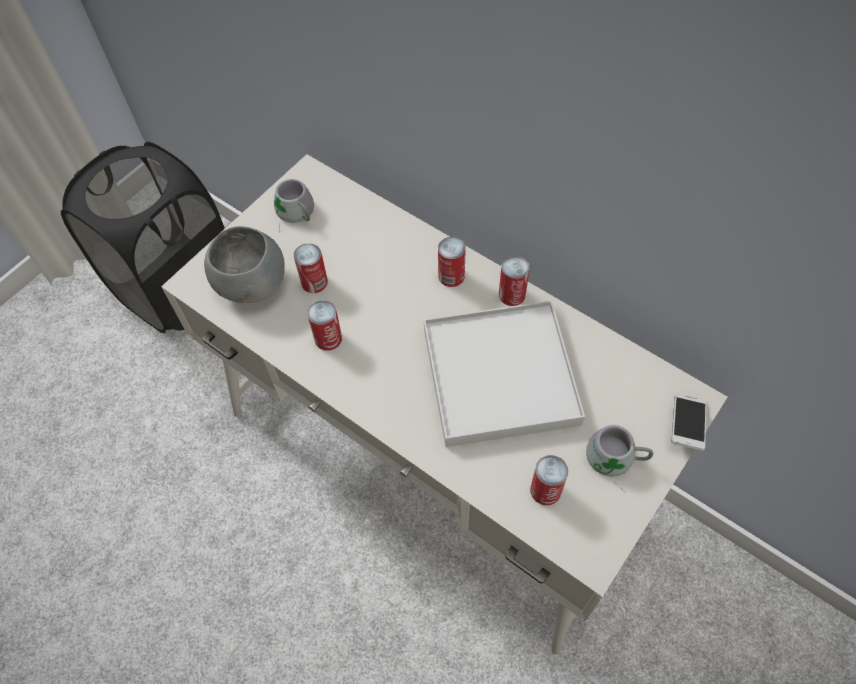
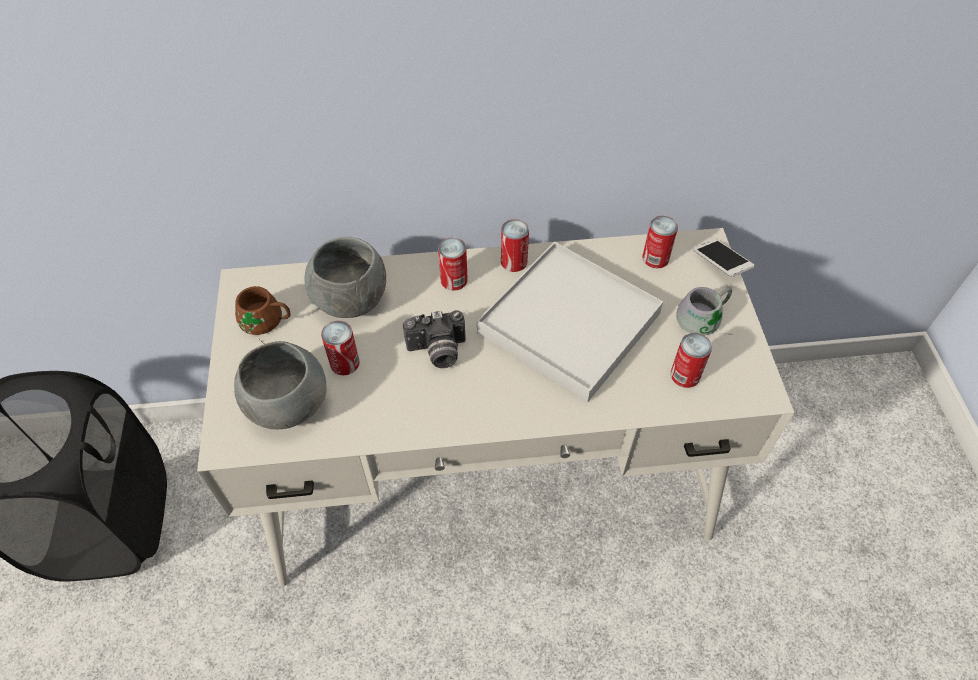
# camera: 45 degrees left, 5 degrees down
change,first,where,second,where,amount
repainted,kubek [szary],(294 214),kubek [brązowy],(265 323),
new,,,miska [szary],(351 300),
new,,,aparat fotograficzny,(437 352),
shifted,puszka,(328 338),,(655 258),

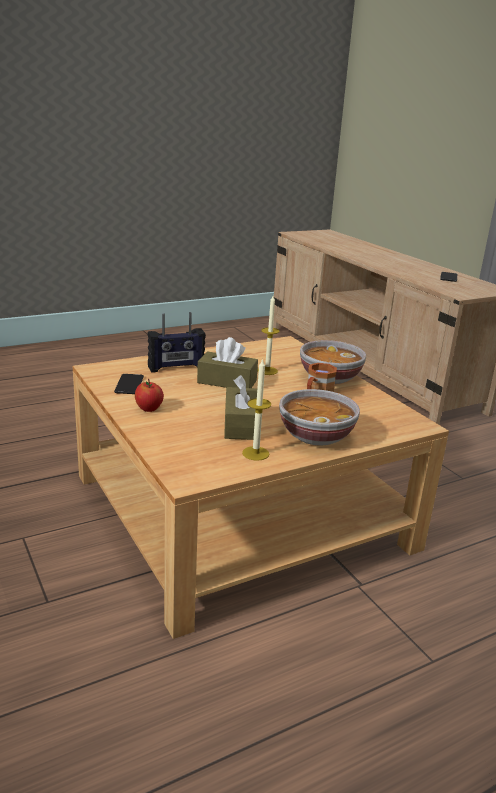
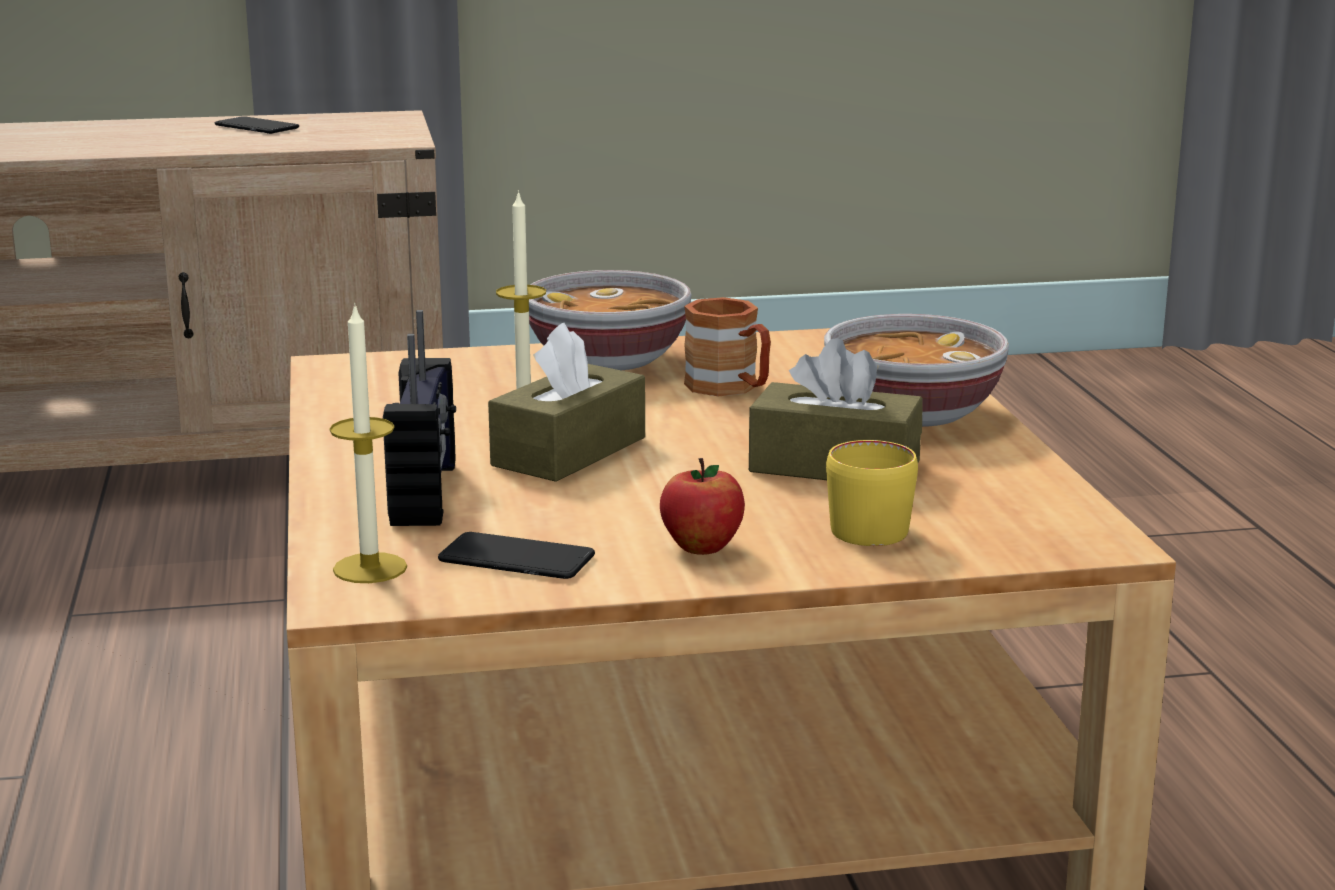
# camera: 70 degrees left, 5 degrees down
change,first,where,second,where,amount
shifted,świeca,(255 453),,(370 568),
new,,,kubek [żółty],(867 524),

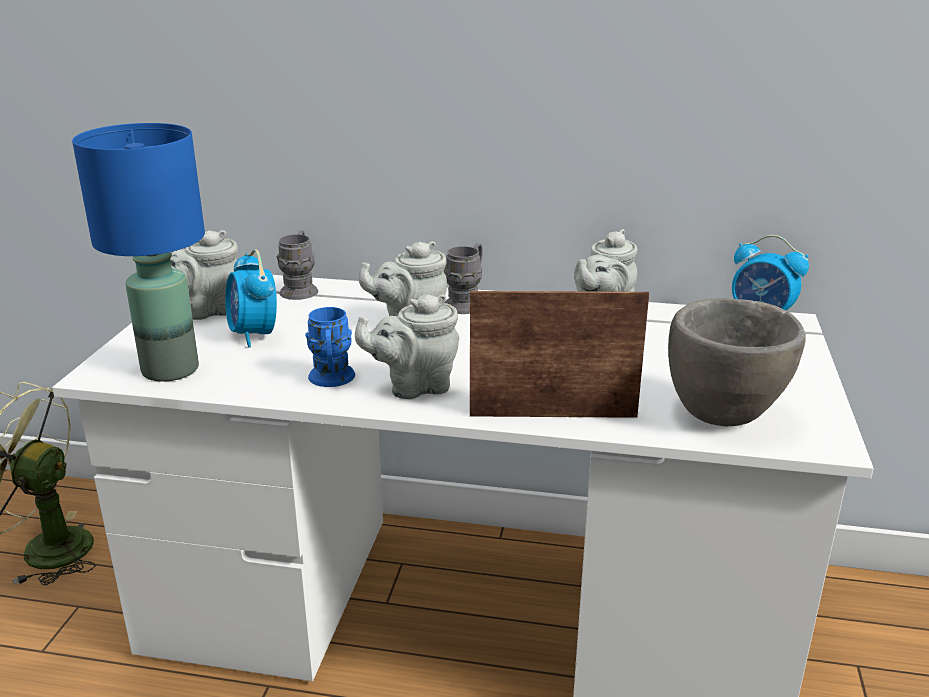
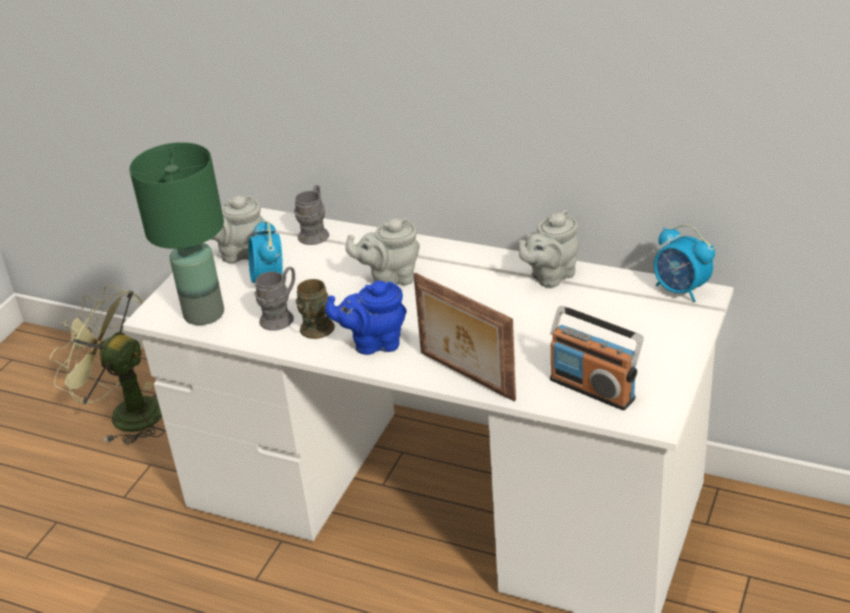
# camera: 15 degrees right, 10 degrees up
change,first,where,second,where,amount
repainted,lampa stołowa [niebieski],(171 369),lampa stołowa [zielony],(205 313),
shifted,kubek [szary],(467 303),,(281 316),
repainted,kubek [niebieski],(332 380),kubek [brązowy],(316 332),
repainted,imbryk [szary],(414 387),imbryk [niebieski],(374 343),
rotated,ramka na zdjęcie,(553 414),,(465 377),150 degrees counterclockwise
swapped,miska [szary],(724 415),radio,(592 388),

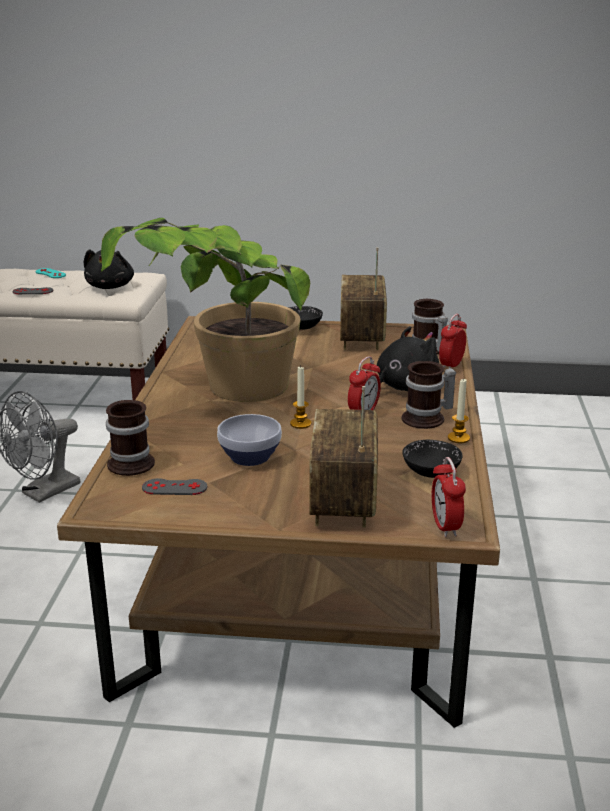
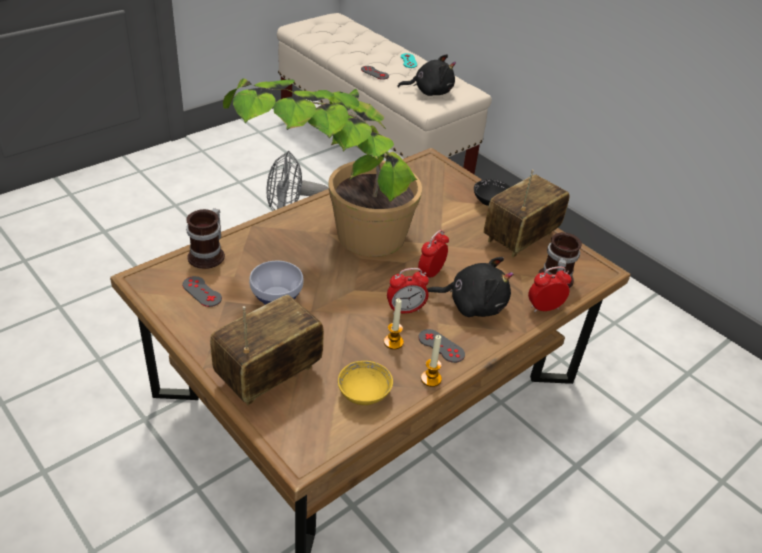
# camera: 40 degrees right, 15 degrees up
change,first,where,second,where,amount
repainted,miska [czarny],(431 472),miska [żółty],(364 393),
shifted,świeca,(300 424),,(393 342),
rotated,pluszak [czarny],(110 286),,(429 92),135 degrees counterclockwise
shifted,budzik,(445 526),,(431 273),
swapped,kubek,(428 419),pad do gier [szary],(441 346),

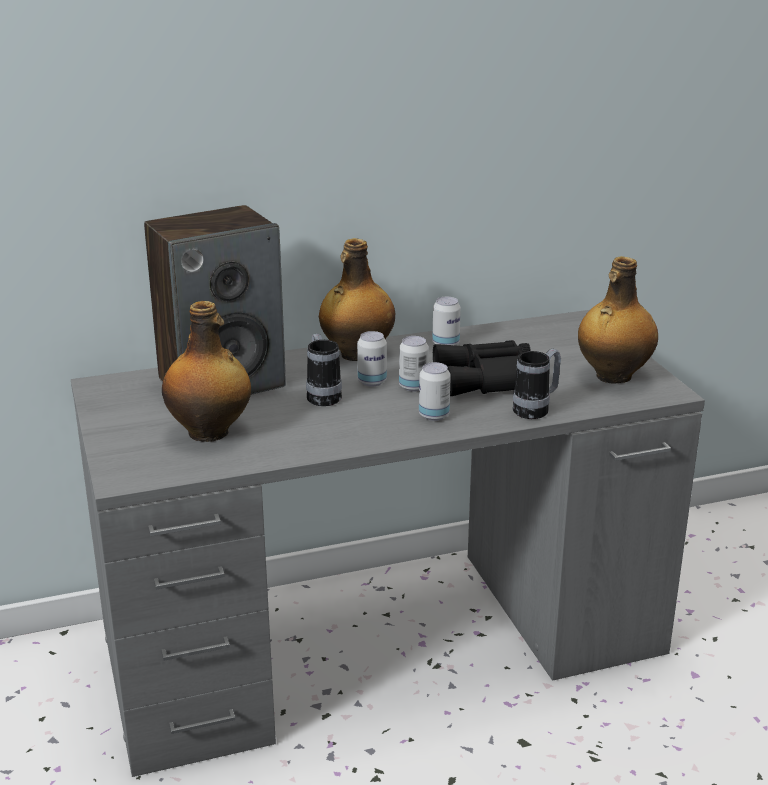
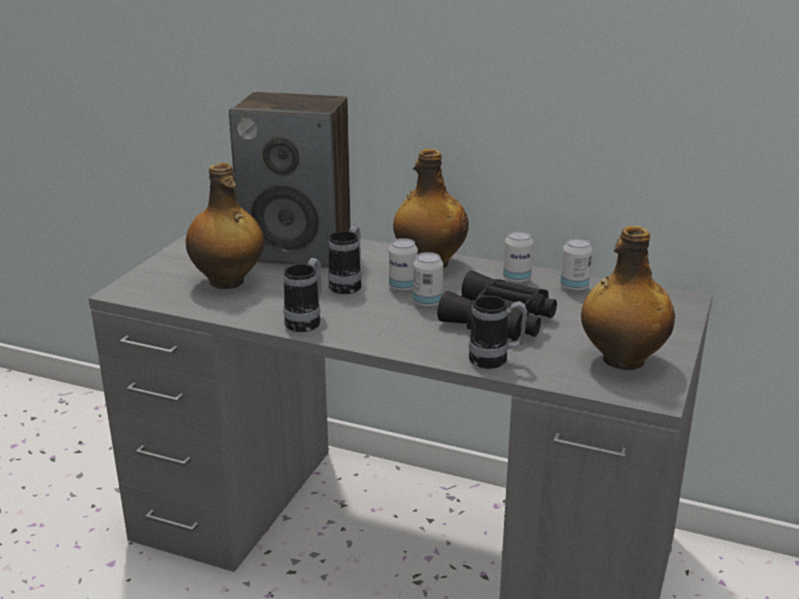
# camera: 40 degrees right, 0 degrees up
change,first,where,second,where,amount
new,,,kubek,(307 321),
shifted,puszka,(434 415),,(574 287),

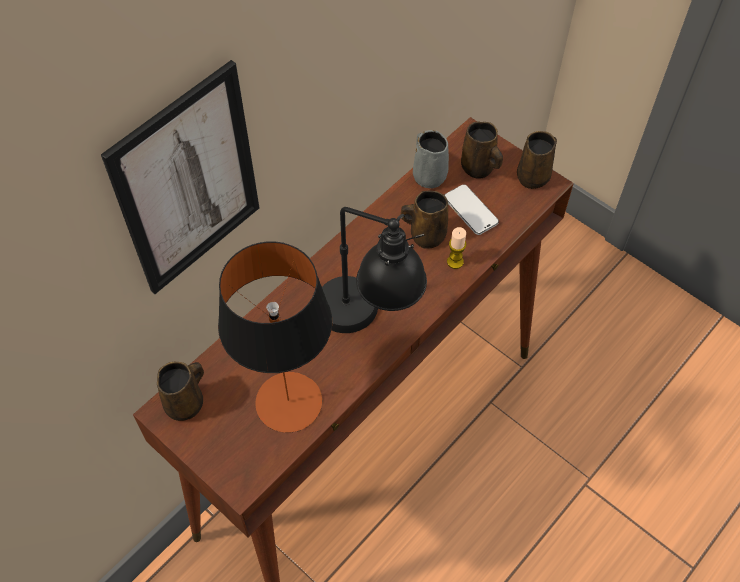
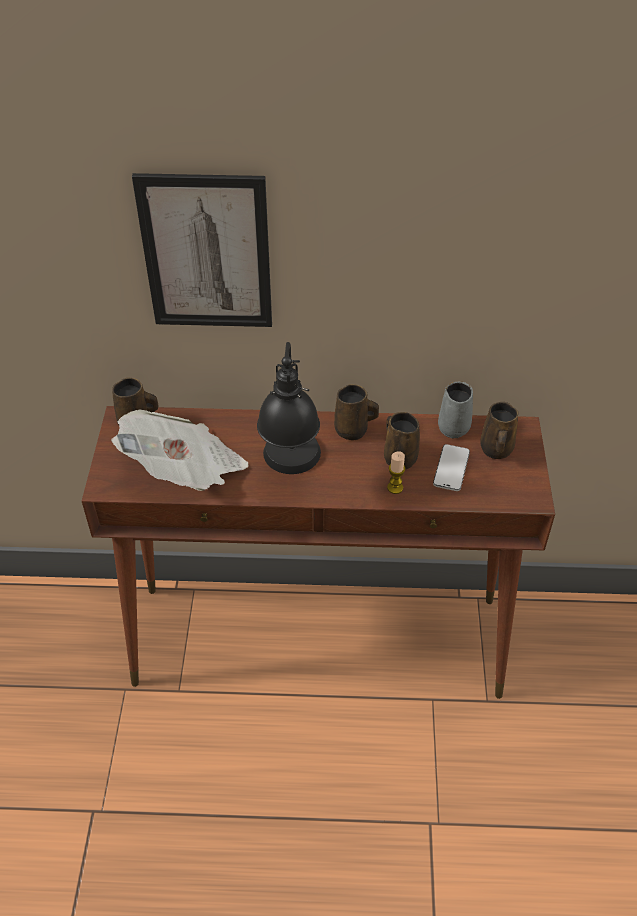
# camera: 50 degrees right, 10 degrees down
change,first,where,second,where,amount
swapped,lampa stołowa,(288 402),gazeta,(185 471),
shifted,kubek [brązowy],(534 176),,(353 431),

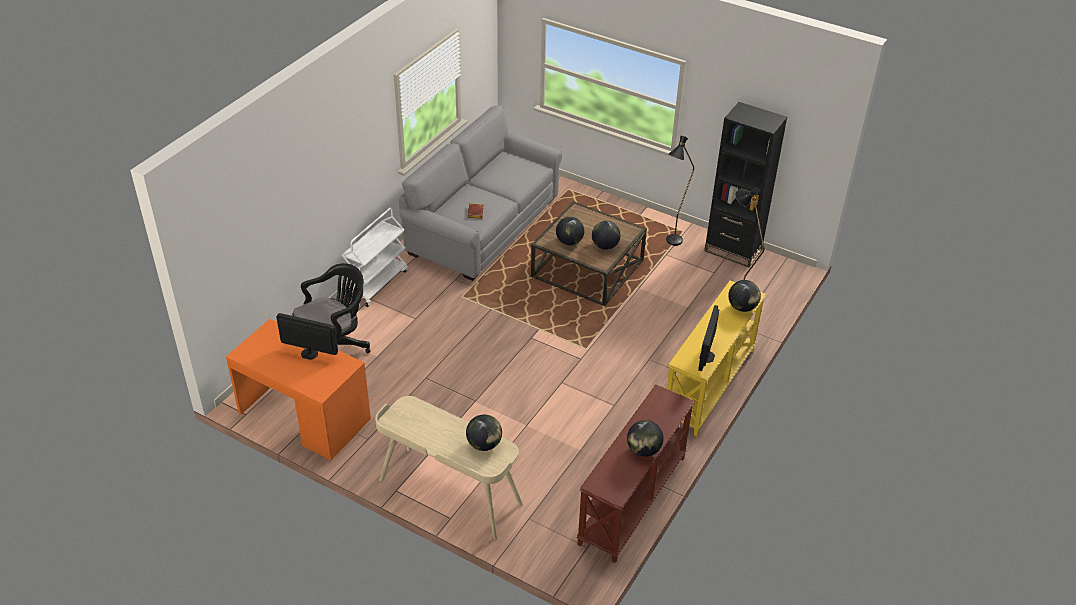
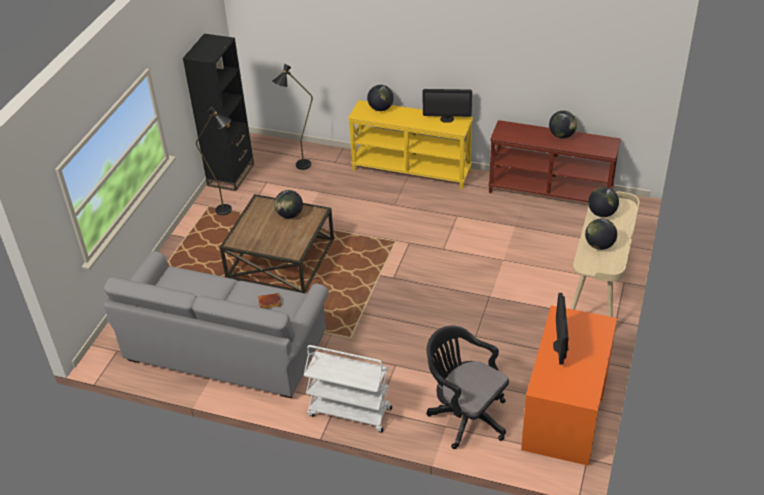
# camera: 100 degrees left, 0 degrees up
change,first,where,second,where,amount
shifted,globus,(569 242),,(599 245),

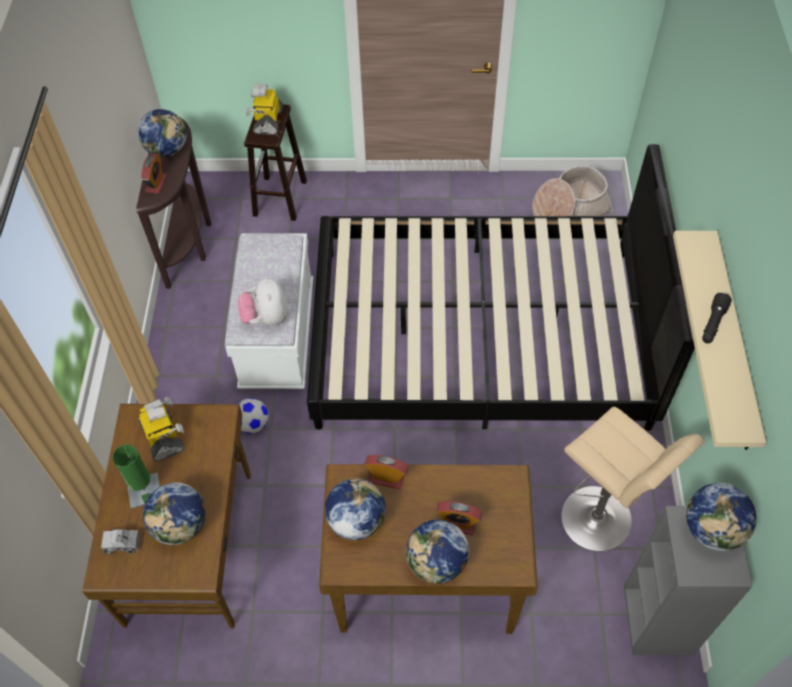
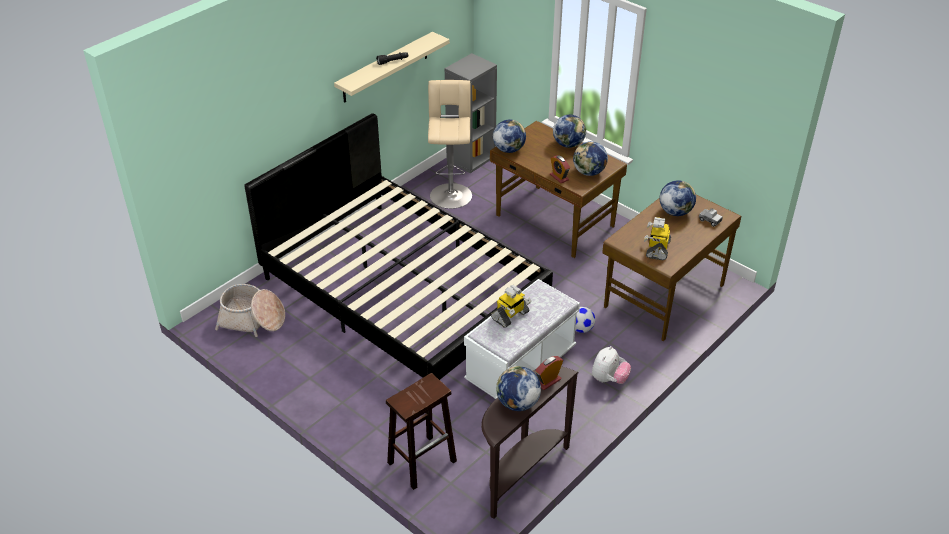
# camera: 140 degrees left, 15 degrees down
change,first,where,second,where,amount
shifted,robot zabawkowy,(268 121),,(510 316),
shifted,globus,(712 530),,(508 149),
shifted,pluszak,(266 318),,(609 379),
gone,lampa stołowa [zielony],(144 490),,,
gone,budzik,(458 524),,,

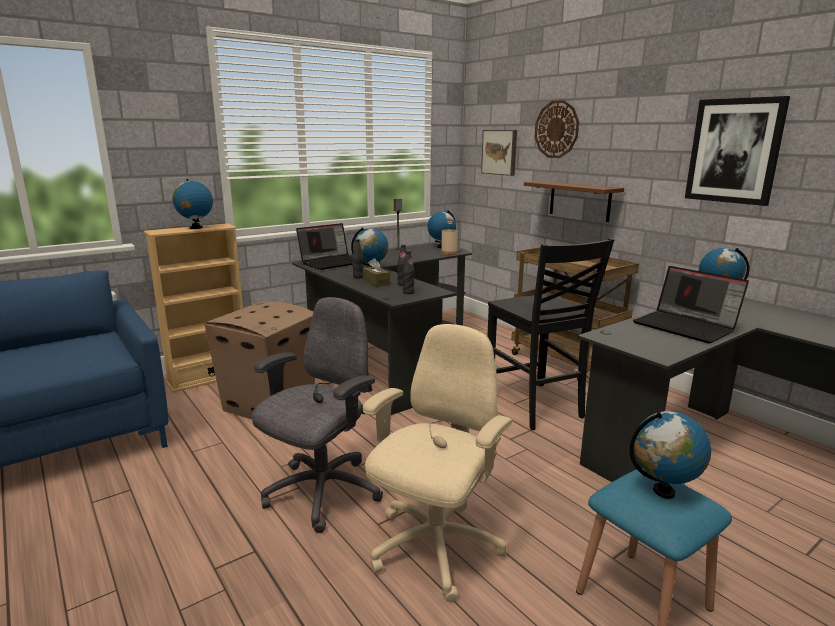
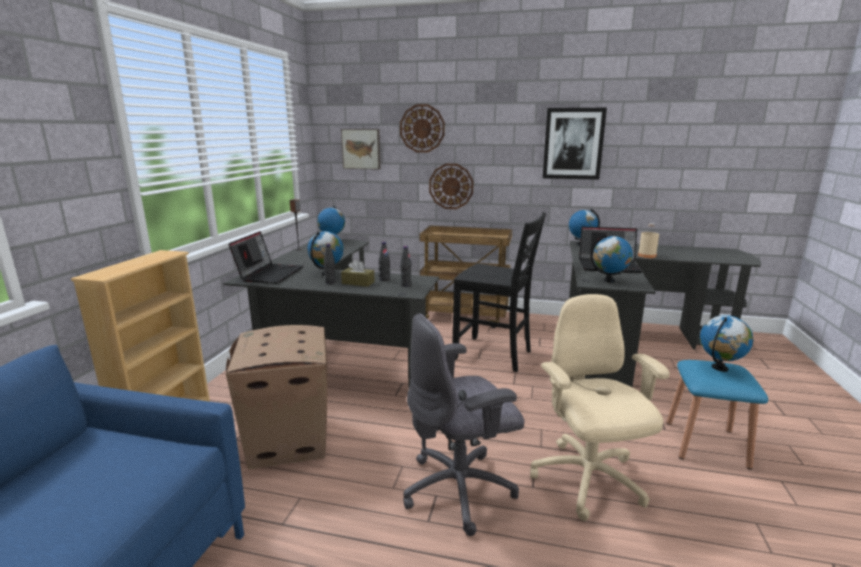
# camera: 40 degrees left, 0 degrees up
change,first,where,second,where,amount
rotated,krzesło biurowe [szary],(321 493),,(460 489),105 degrees counterclockwise
swapped,półka [brązowy],(579 201),zegar ścienny,(451 186),
shifted,globus,(196 228),,(609 280),
shifted,butelka [beżowy],(449 252),,(647 256),

